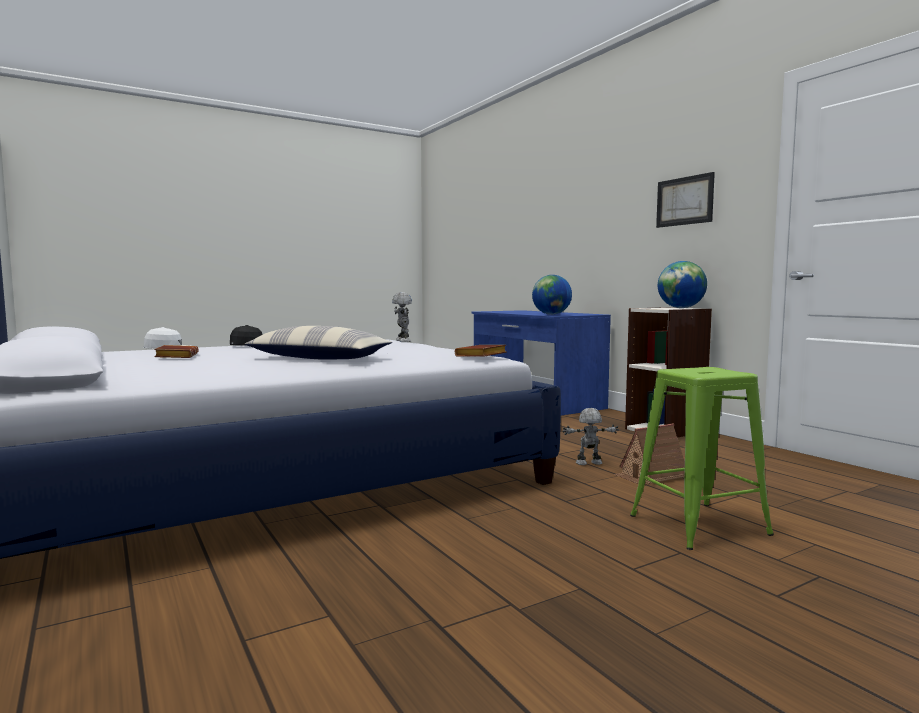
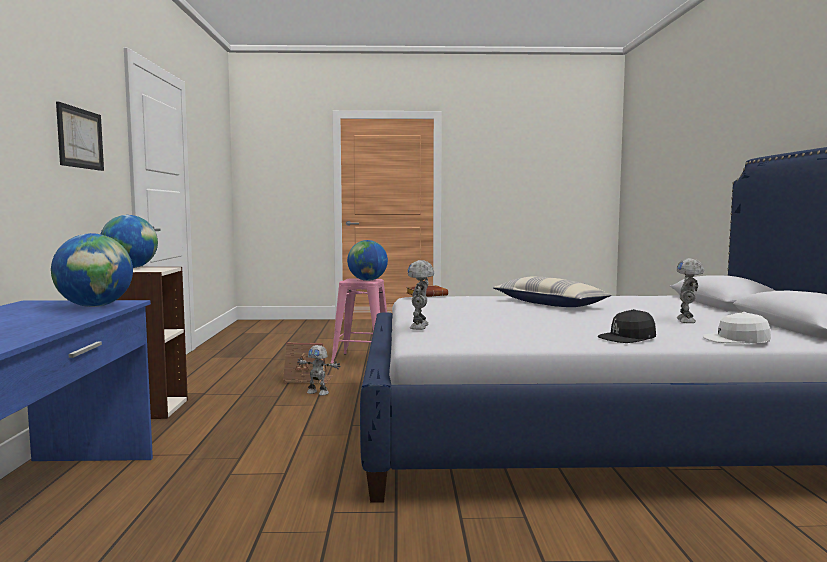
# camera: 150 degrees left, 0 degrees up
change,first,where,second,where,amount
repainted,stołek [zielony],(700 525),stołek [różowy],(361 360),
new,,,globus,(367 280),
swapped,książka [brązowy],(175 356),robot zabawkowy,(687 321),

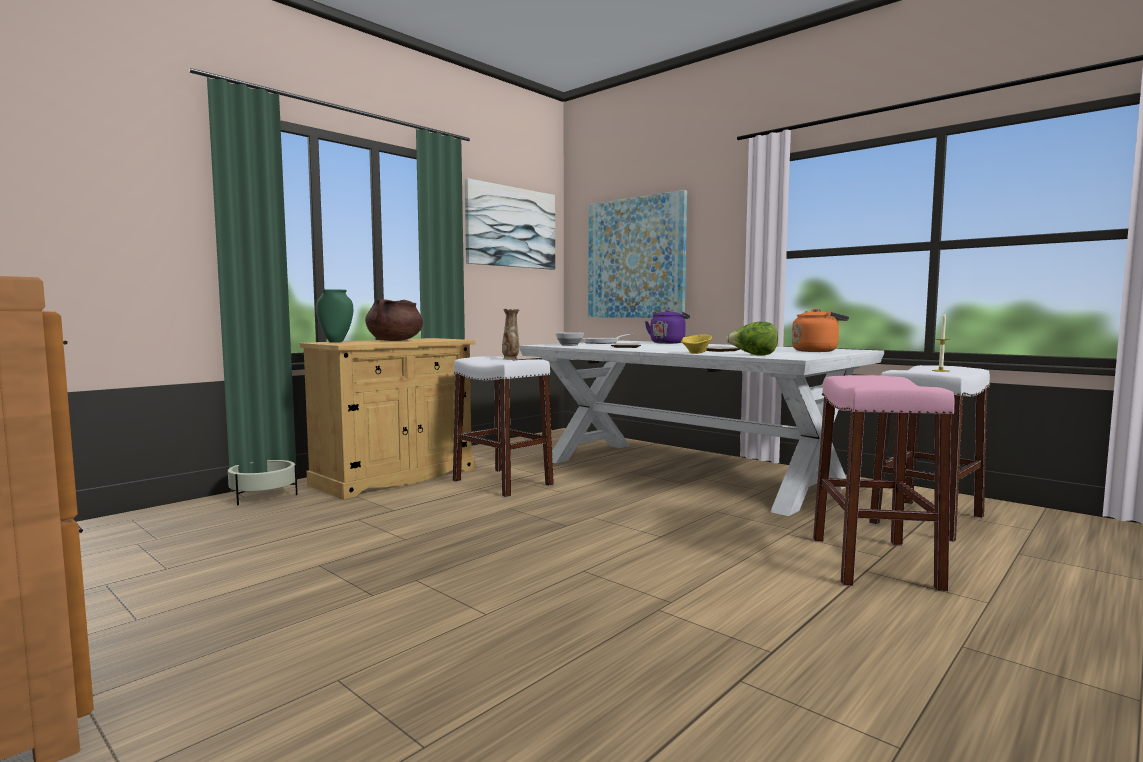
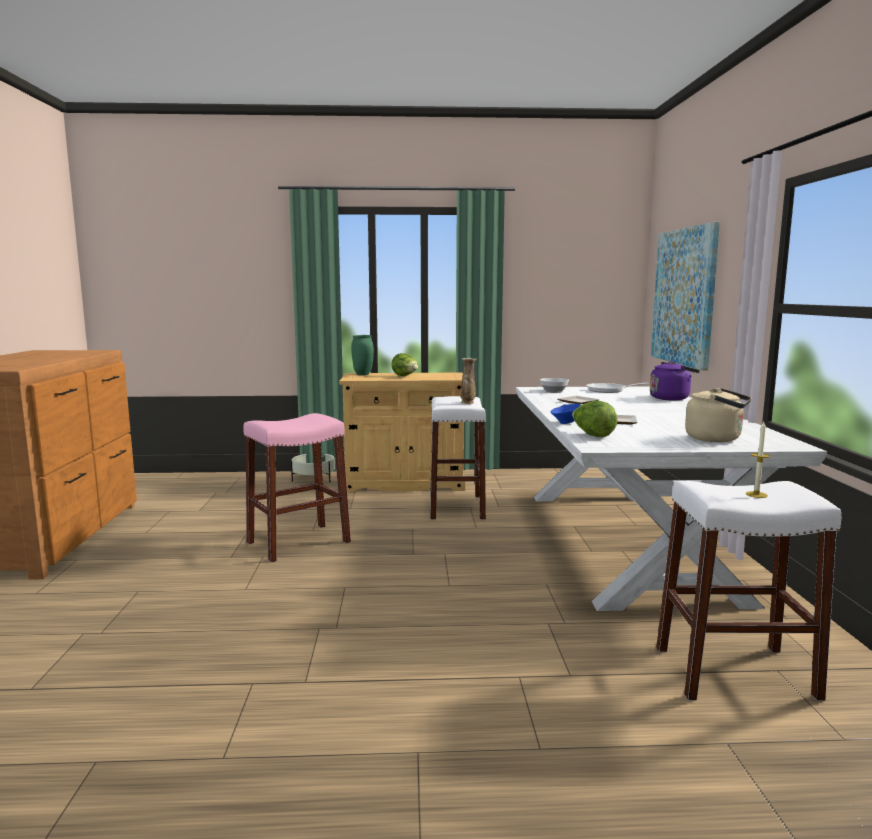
# camera: 45 degrees right, 5 degrees up
change,first,where,second,where,amount
shifted,stołek [różowy],(873 562),,(298 542),
swapped,garnek [brązowy],(395 340),sałata,(405 376),
repainted,miska [żółty],(696 353),miska [niebieski],(565 423),
repainted,czajnik [pomarańczowy],(817 351),czajnik [beżowy],(716 439),
gone,obraz,(511 227),,,

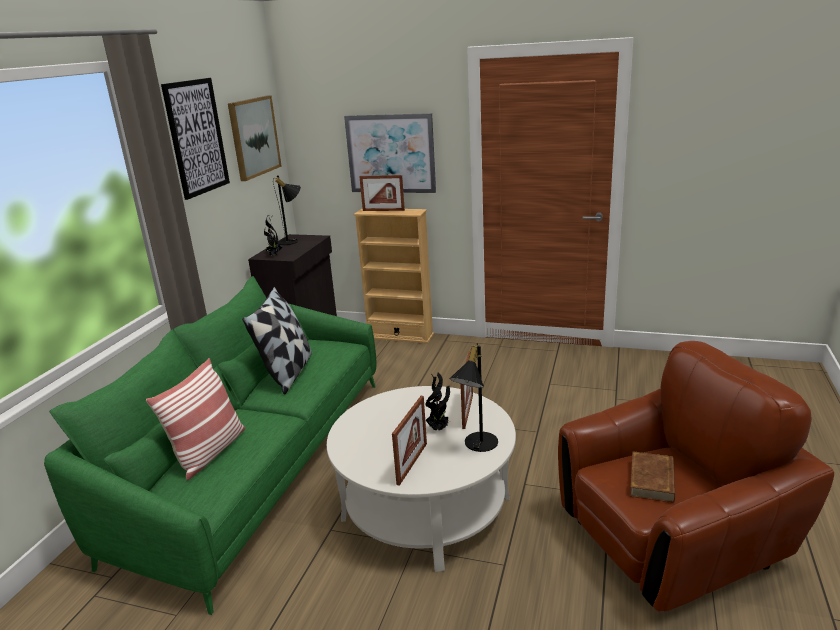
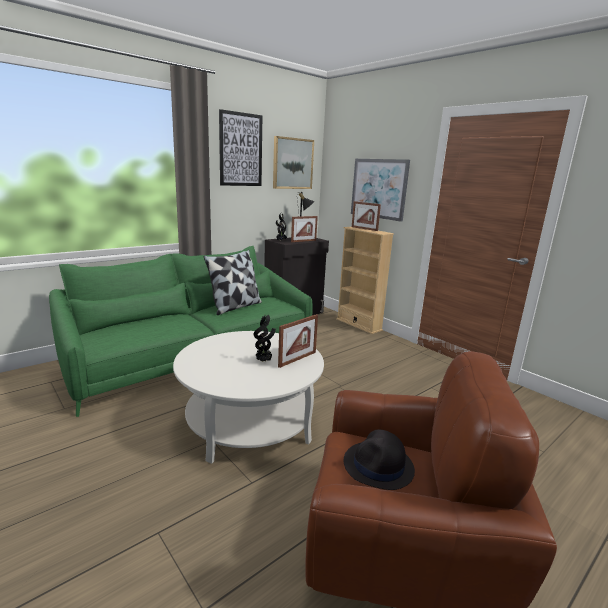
# camera: 30 degrees right, 5 degrees down
change,first,where,second,where,amount
shifted,ramka na zdjęcie,(412 463),,(303 241),
swapped,książka [brązowy],(652 480),kapelusz [czarny],(378 466),
gone,poduszka,(209 452),,,
gone,lampa stołowa [czarny],(476 445),,,

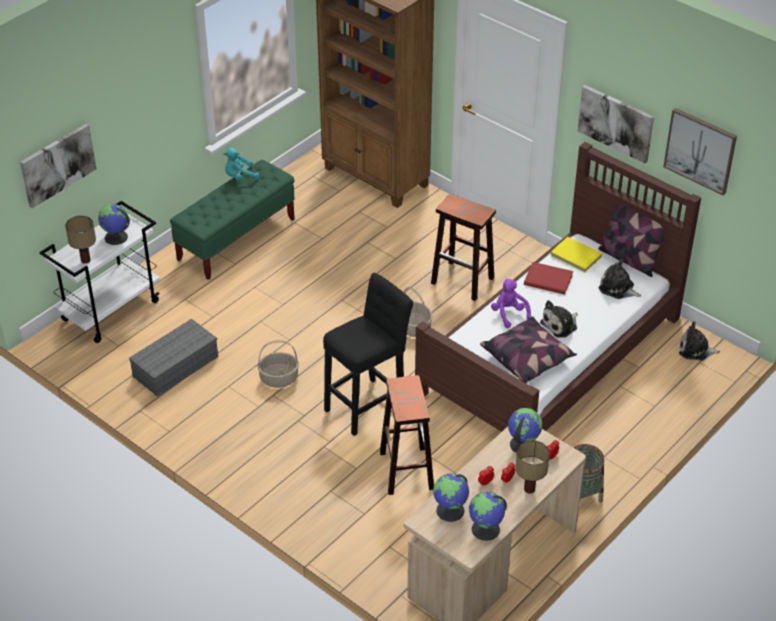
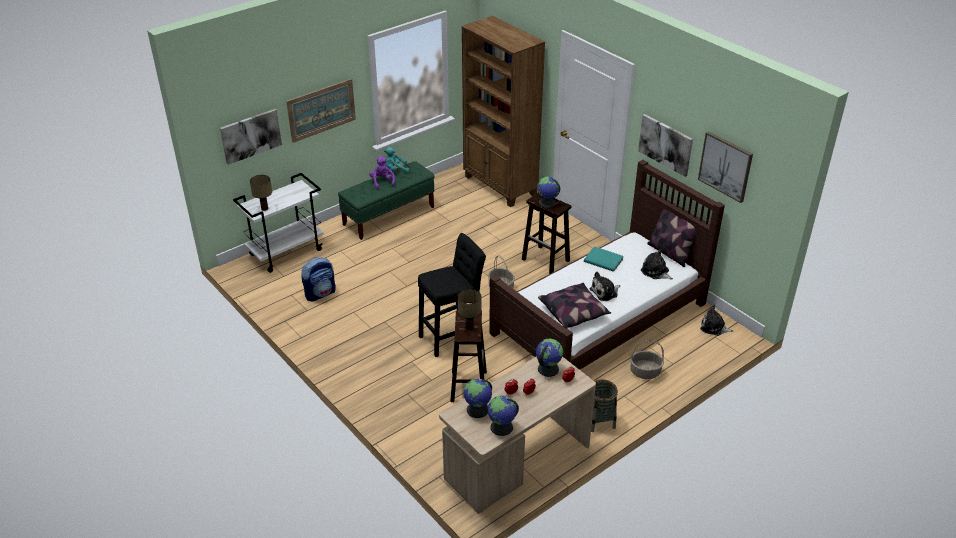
# camera: 10 degrees right, 5 degrees down
change,first,where,second,where,amount
new,,,obraz,(321 110),
swapped,pojemnik do przechowywania [szary],(176 365),plecak,(320 293),
shifted,pluszak [fioletowy],(509 314),,(382 182),
shifted,lampa stołowa,(529 488),,(469 327),
shifted,globus,(116 237),,(547 203),
repainted,książka [czerwony],(548 279),książka [turkusowy],(603 260),
shifted,koszyk,(279 378),,(645 372),
gone,książka [żółty],(575 256),,,

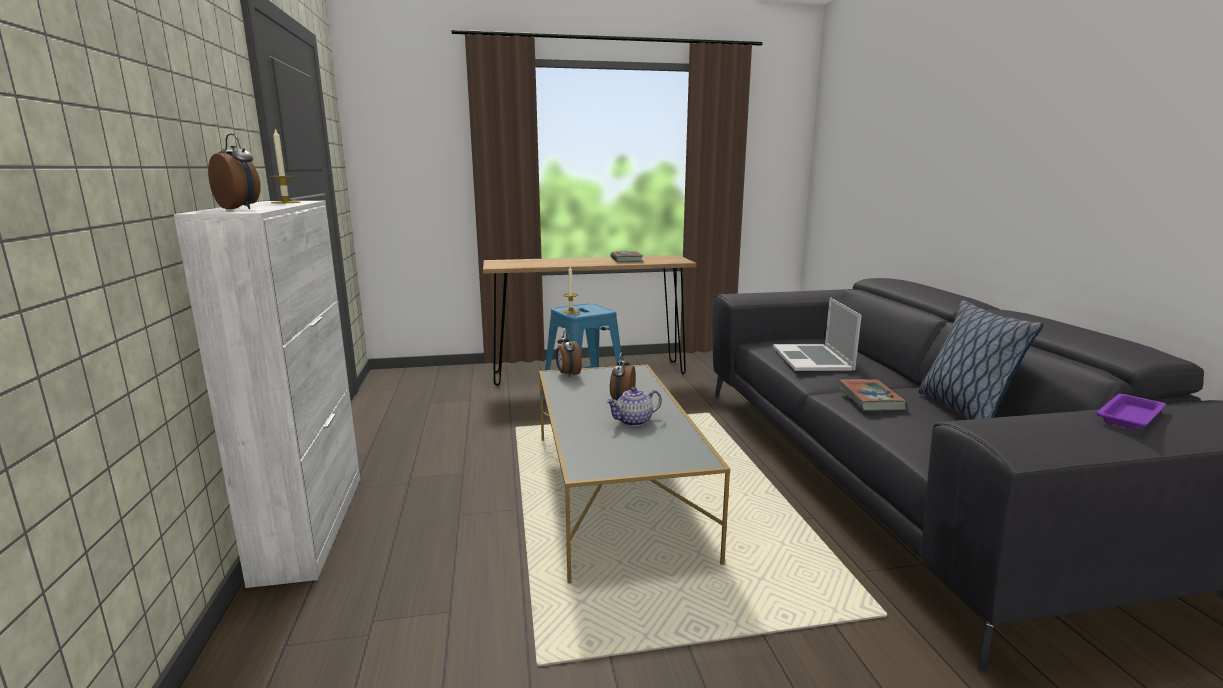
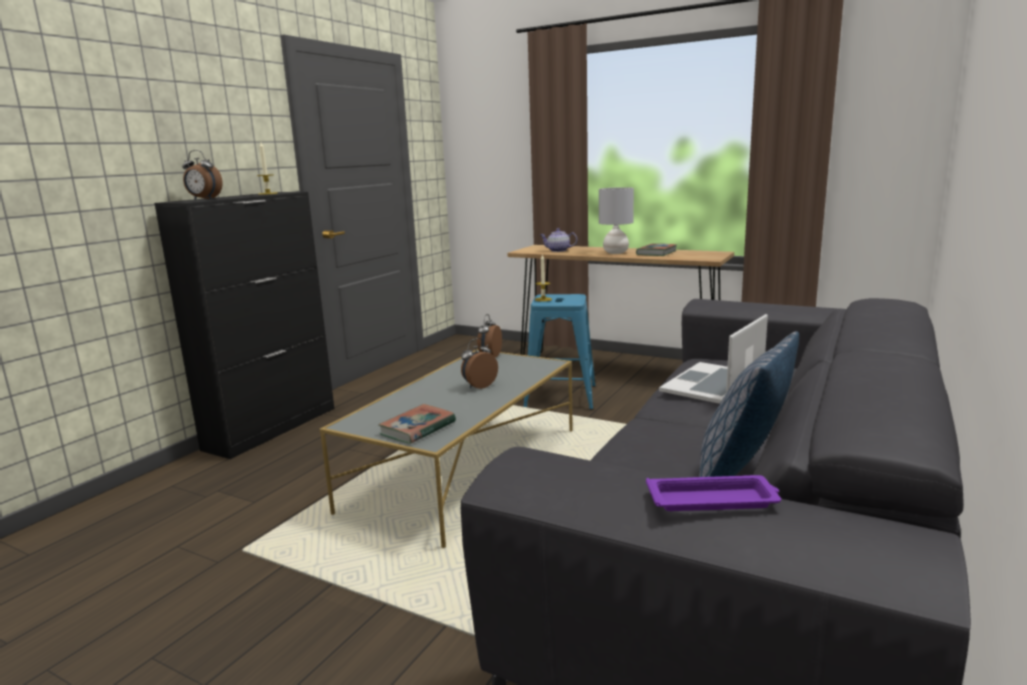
# camera: 40 degrees right, 0 degrees up
change,first,where,second,where,amount
repainted,szafka [biały],(312 524),szafka [czarny],(272 428),
rotated,budzik,(240 208),,(204 199),120 degrees clockwise
shifted,książka,(870 399),,(418 428),
shifted,imbryk,(634 421),,(558 250),
new,,,lampa stołowa [szary],(615 253),

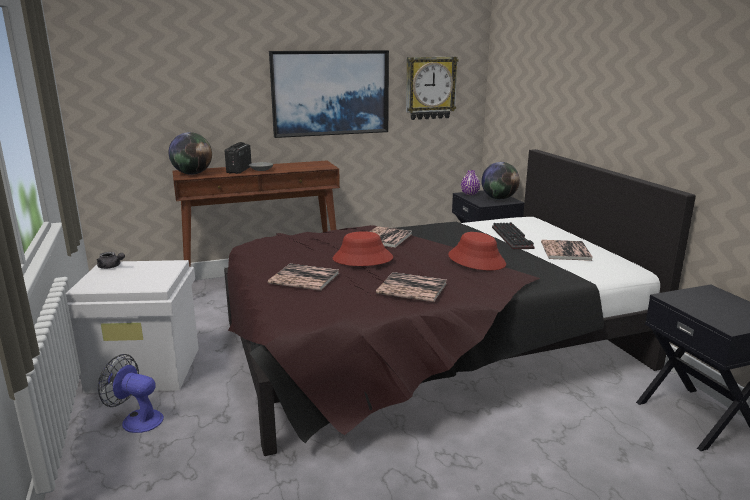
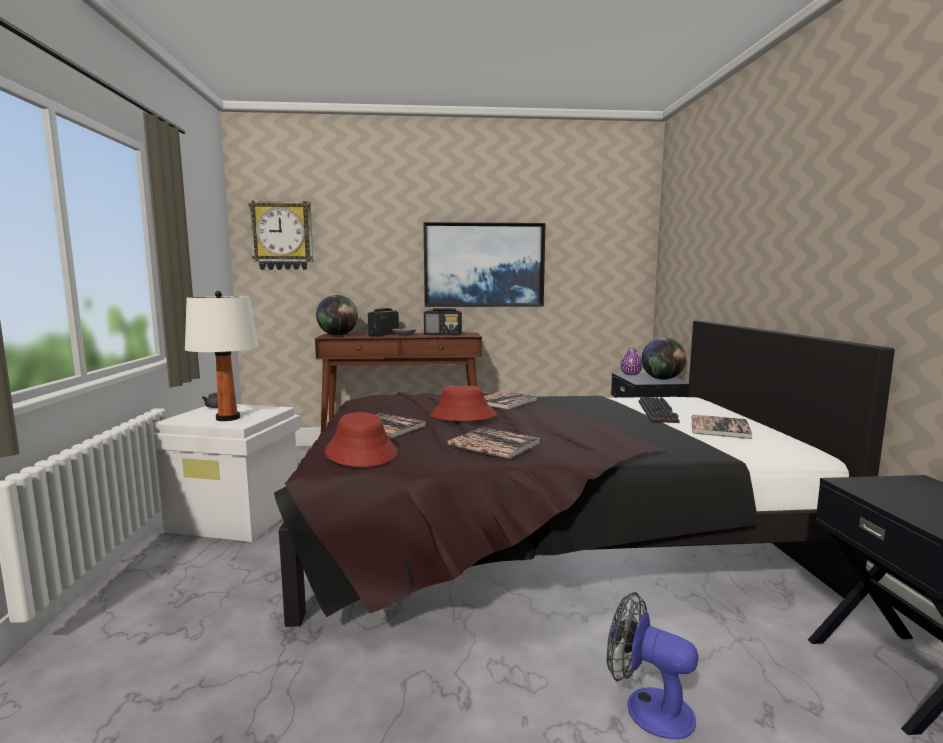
# camera: 15 degrees right, 10 degrees down
change,first,where,second,where,amount
new,,,lampa stołowa [biały],(228 418),
shifted,zegar ścienny,(430 88),,(282 236),
shifted,kapelusz [czerwony],(476 260),,(361 452),
new,,,radio,(443 334),
shifted,wentylator,(136 419),,(647 707),

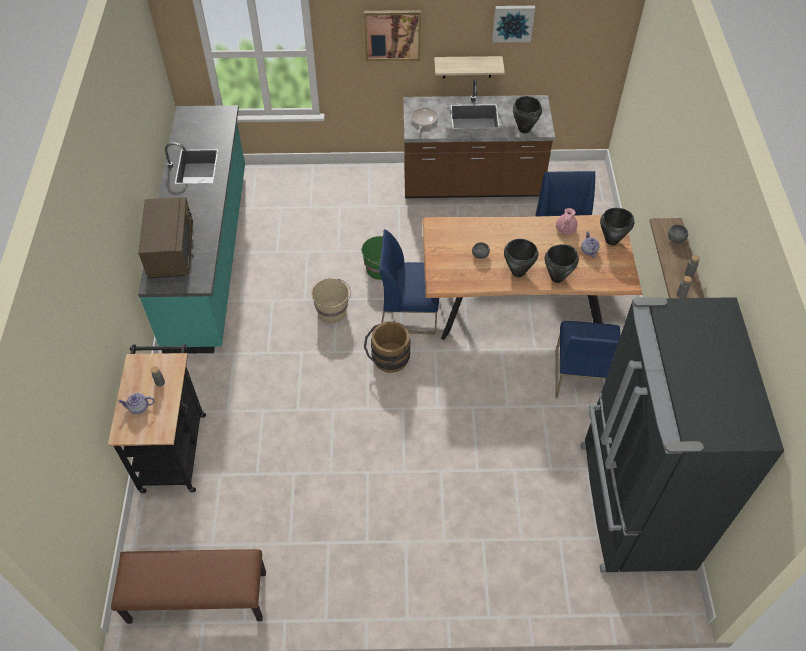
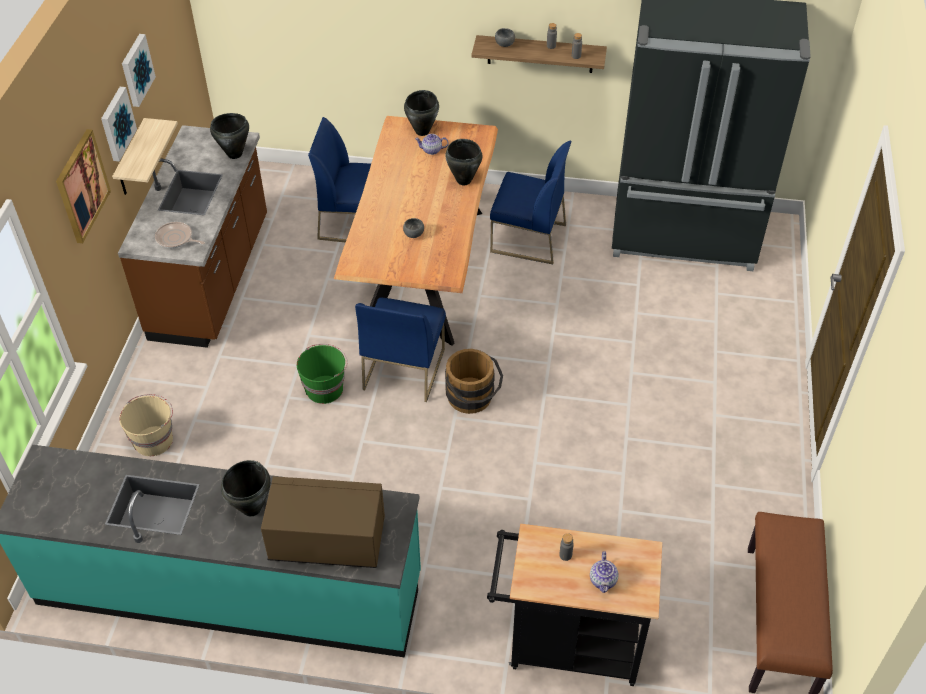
# camera: 80 degrees left, 5 degrees down
change,first,where,second,where,amount
new,,,obraz,(116 123),
shifted,wiadro [beżowy],(333 312),,(154 440),
shifted,garnek [czarny],(518 272),,(252 508),
gone,imbryk [różowy],(565 229),,,

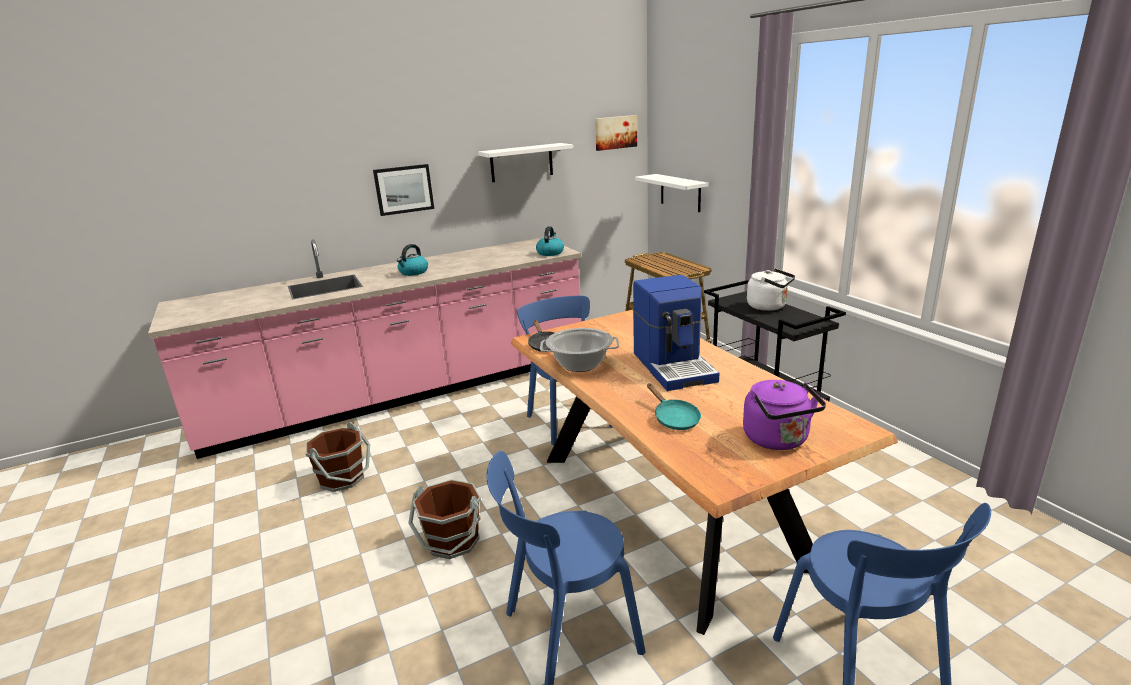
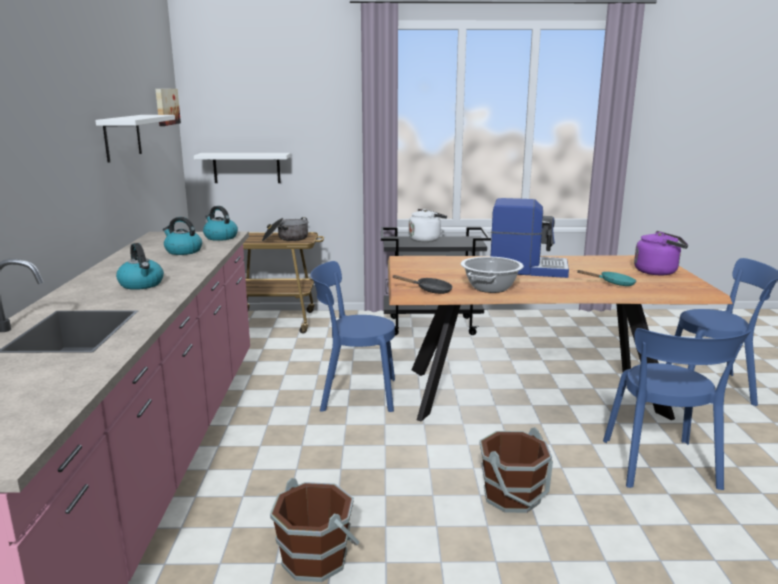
# camera: 65 degrees left, 5 degrees down
change,first,where,second,where,amount
new,,,czajnik,(183 251),
new,,,garnek,(286 239),
gone,obraz,(404 189),,,

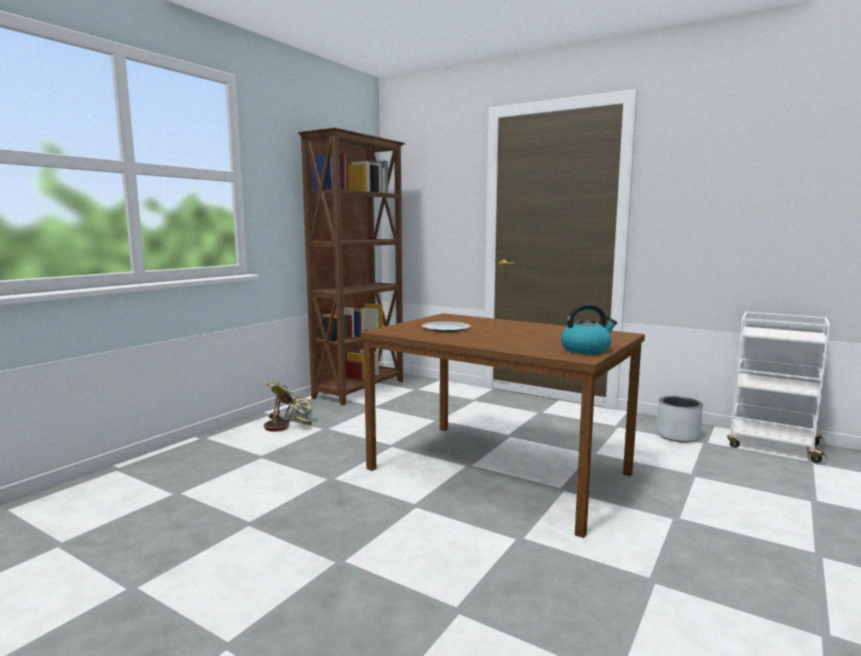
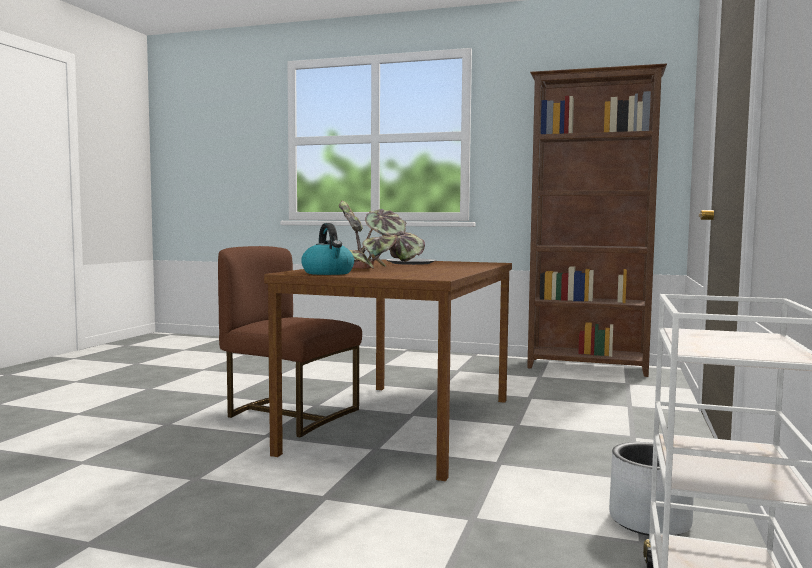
# camera: 75 degrees right, 5 degrees down
change,first,where,second,where,amount
new,,,krzesło [brązowy],(289 415),
shifted,roślina doniczkowa,(290 422),,(378 268),

